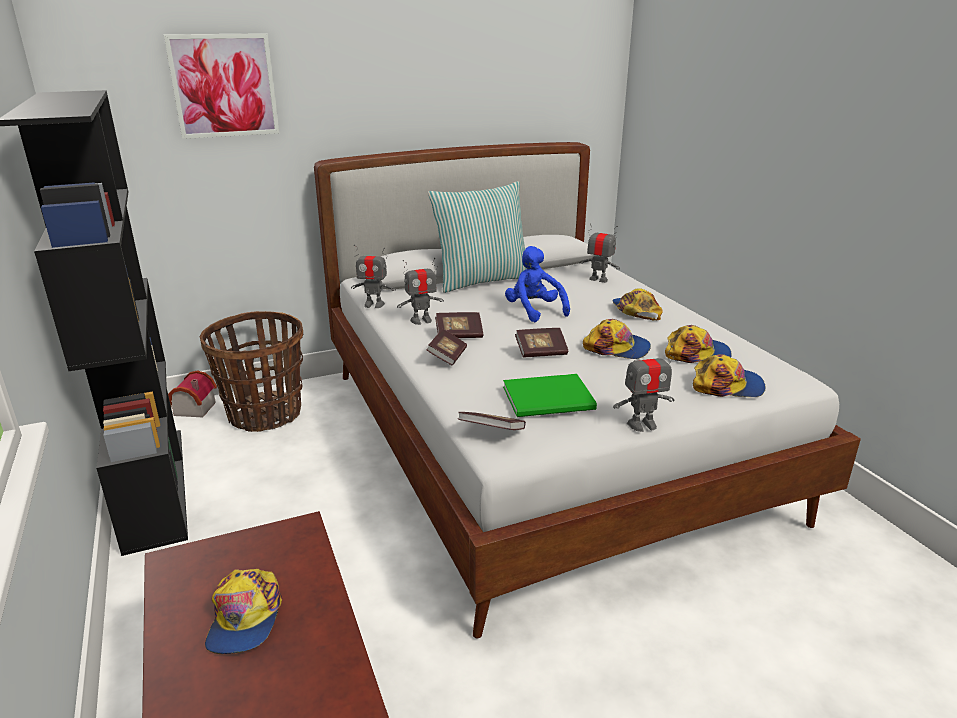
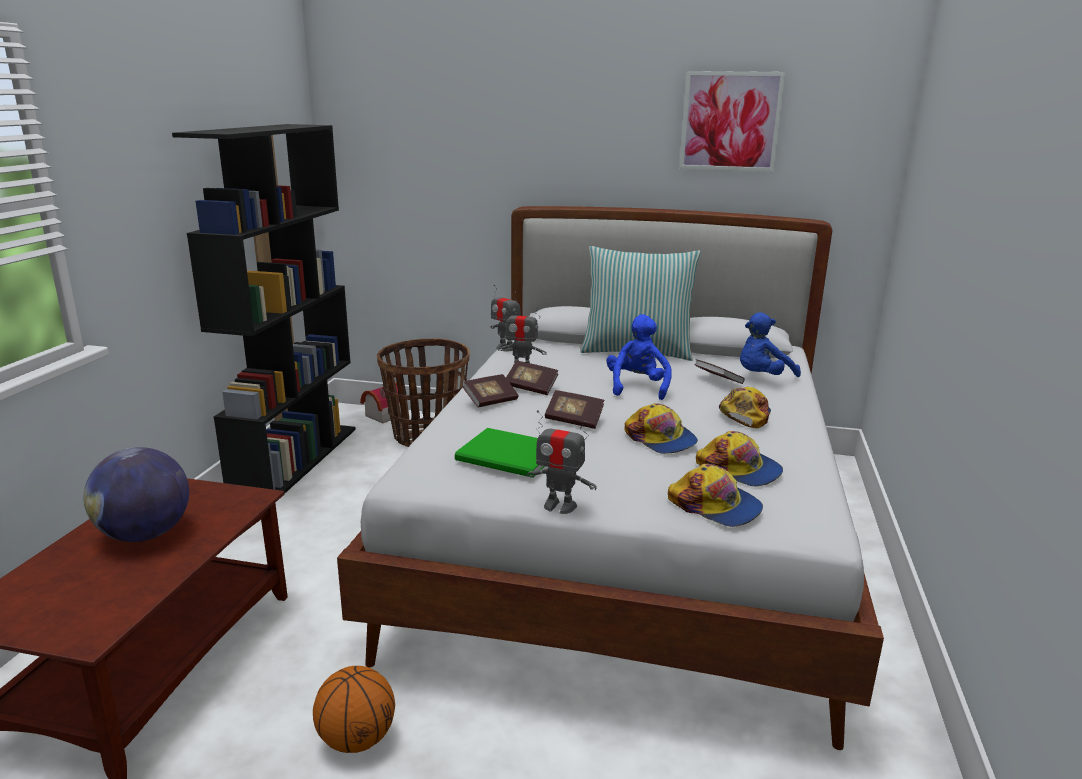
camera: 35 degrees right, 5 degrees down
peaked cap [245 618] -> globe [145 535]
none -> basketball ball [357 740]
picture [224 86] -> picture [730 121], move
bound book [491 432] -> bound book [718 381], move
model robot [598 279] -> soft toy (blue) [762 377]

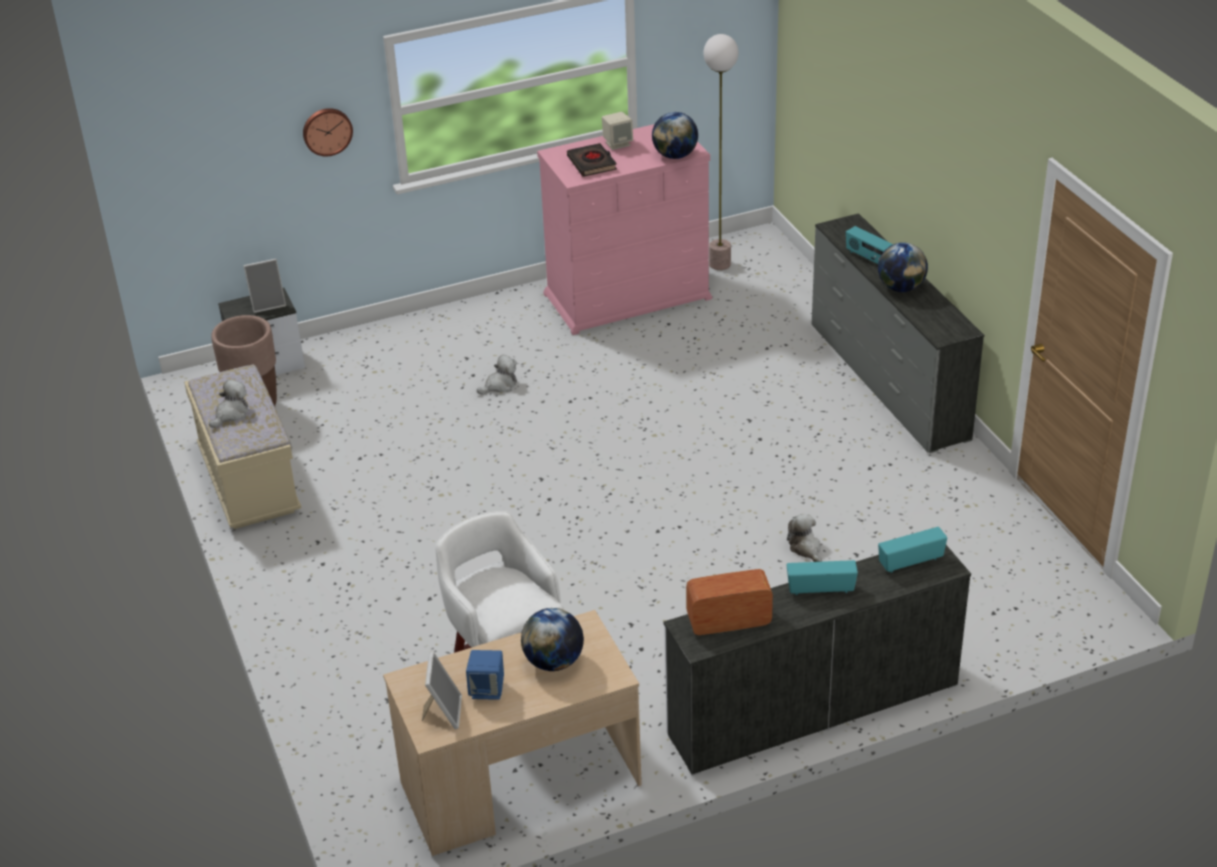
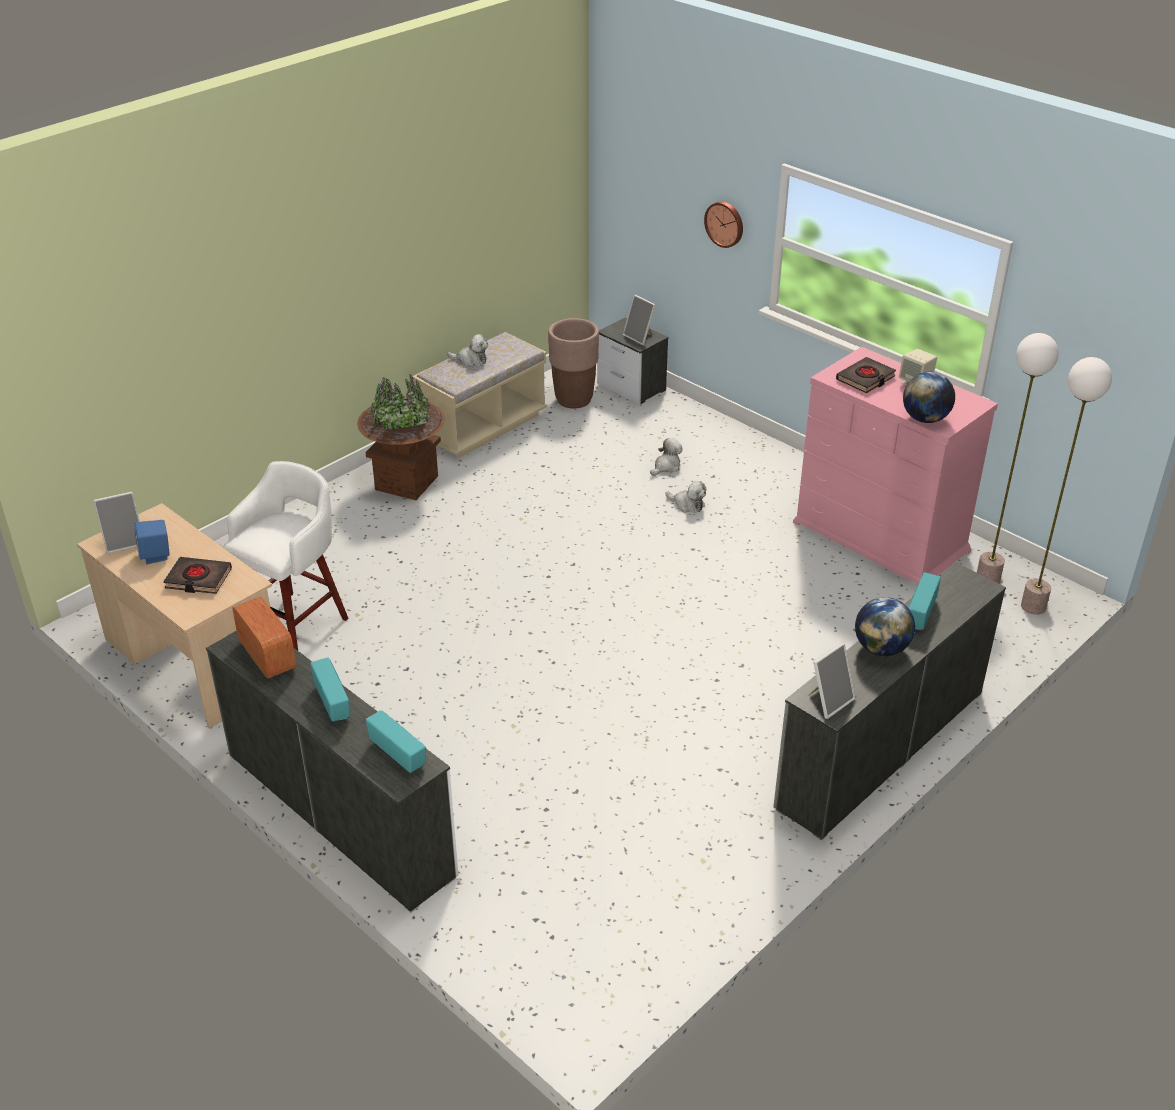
camera: 65 degrees right, 0 degrees up
globe [554 662] -> bound book (blackish) [198 579]
none -> plant pot (brown) [406 482]
soft toy [806 548] -> soft toy [666 466], move
none -> photo frame [829 701]
none -> standard lamp [1033 606]

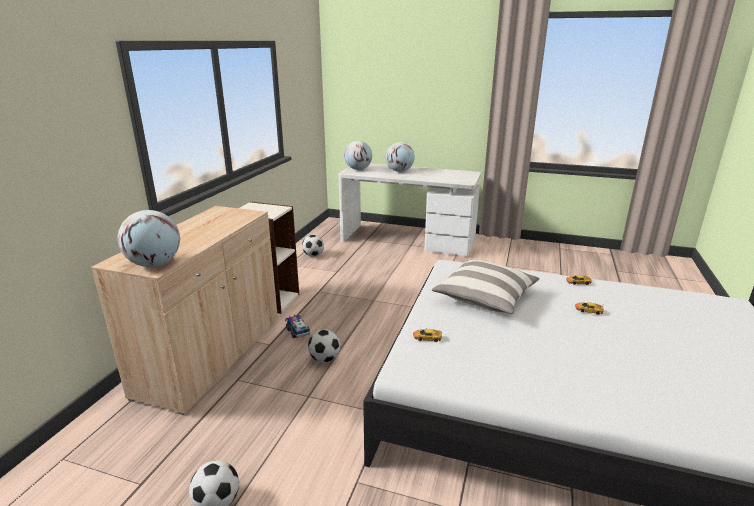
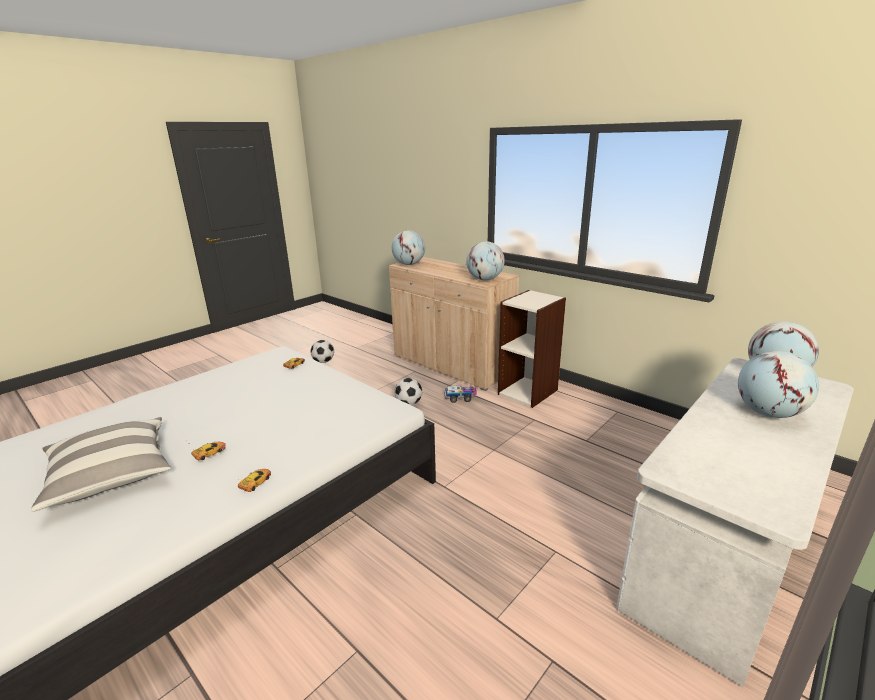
camera: 115 degrees right, 0 degrees up
pillow [485 297] -> pillow [111 474], move
none -> globe [485 279]
ball for football [313 255] -> none

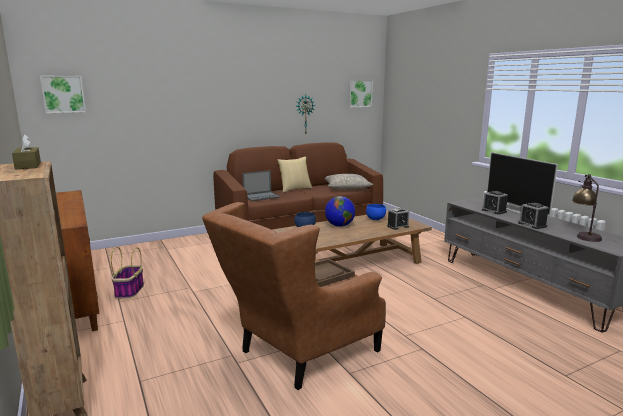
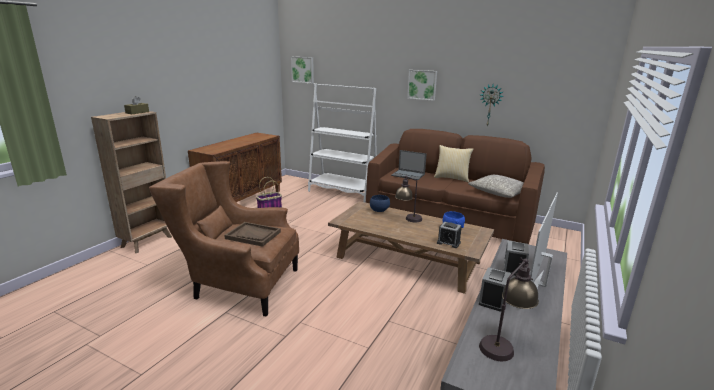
camera: 55 degrees right, 5 degrees up
none -> bookcase (whitish) [342 192]
globe [339 225] -> tabletop lamp [408 220]
picture [359 93] -> picture [422 84], move

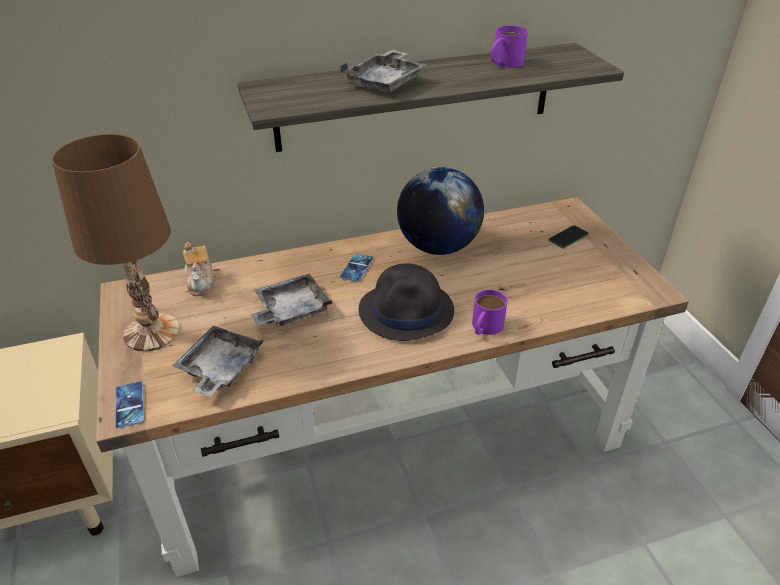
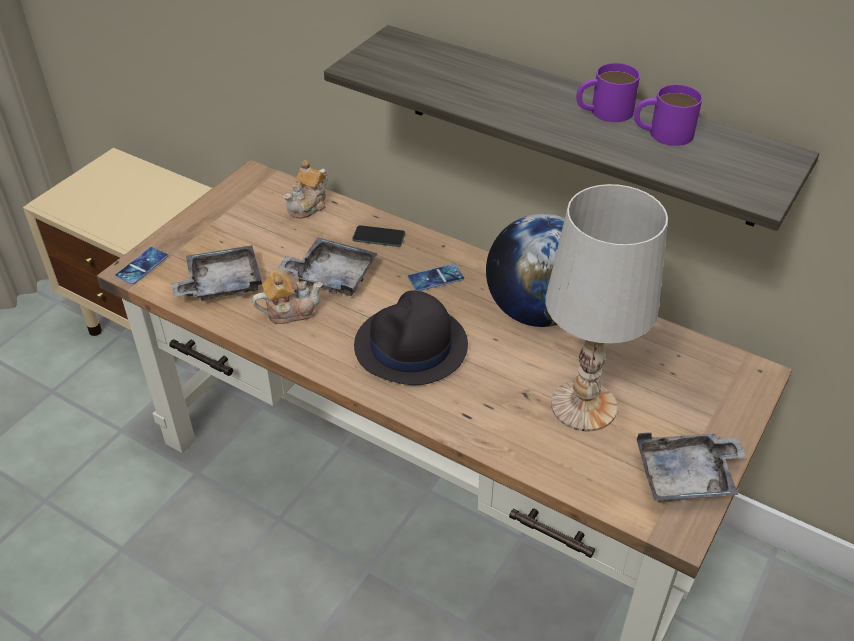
camera: 50 degrees right, 5 degrees up
none -> teapot [290 311]
telephone [568 237] -> telephone [378 237], move
none -> tabletop lamp (whitish) [582 405]
coffee mug (purplish) [485 328] -> coffee mug (purplish) [603 111], move
serving tray (greyish) [386 82] -> serving tray (greyish) [687 477], move
tabletop lamp (brown) [151 332] -> none

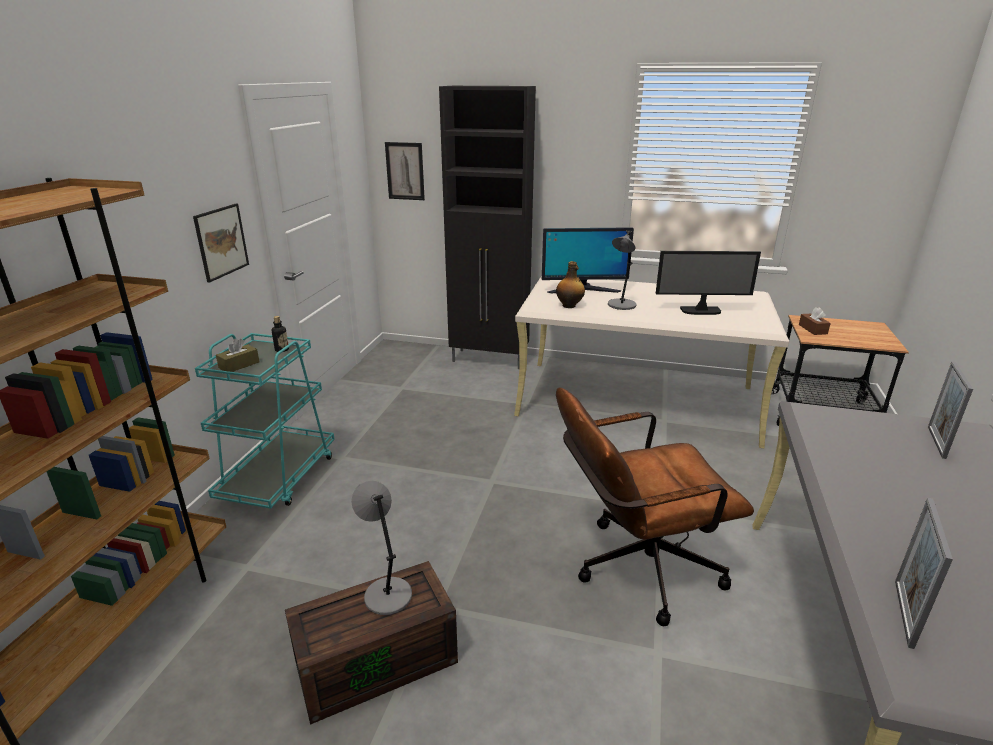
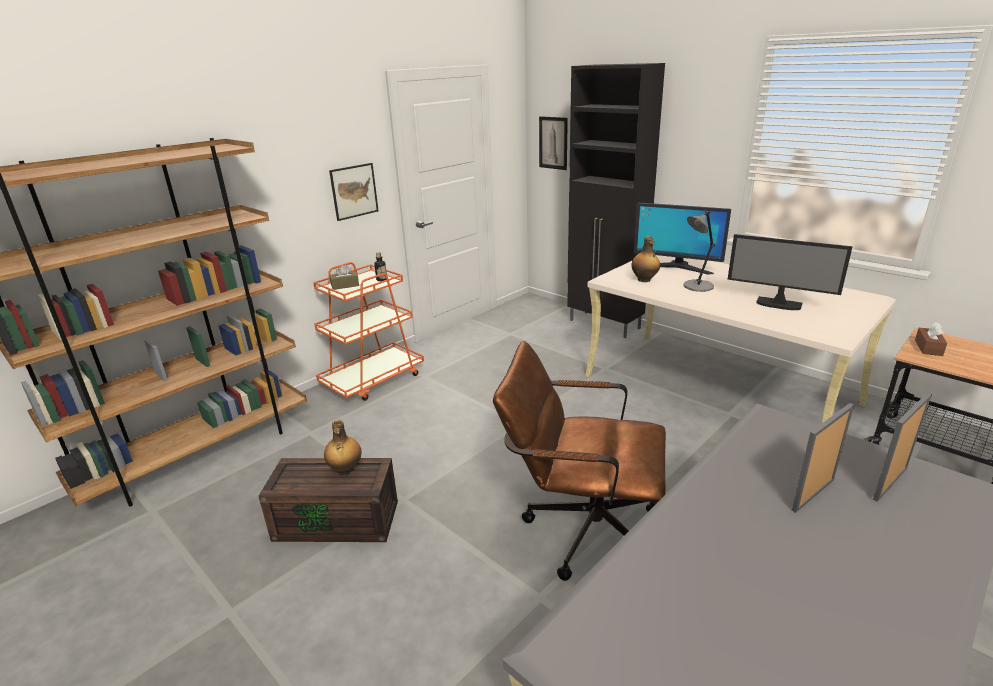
camera: 30 degrees right, 0 degrees up
trolley (turquoise) [279 477] -> trolley (orange-coloured) [373 379]
tabletop lamp (greyish) [386 594] -> drink bottle [345 470]
photo frame [903 613] -> photo frame [813 494], move

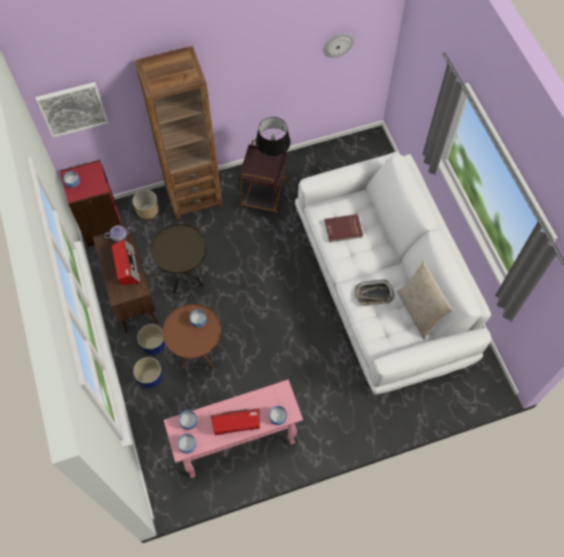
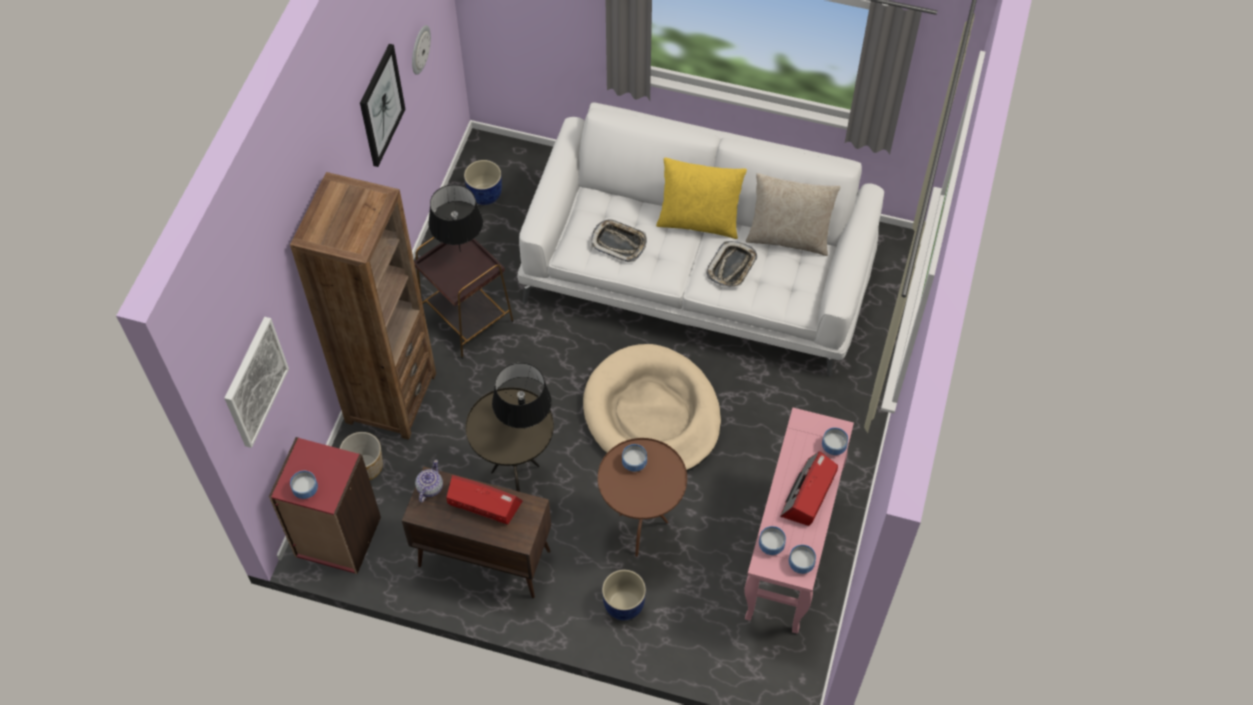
camera: 55 degrees left, 5 degrees down
none -> picture [381 105]
plant pot (blue) [153 345] -> plant pot (blue) [485 194], move
none -> tabletop lamp (blackish) [525 428]
none -> pet bed (sand-coloured) [652 414]
bound book (reddish) [343 229] -> serving tray [619 243]
none -> pillow (yellowish) [699 221]

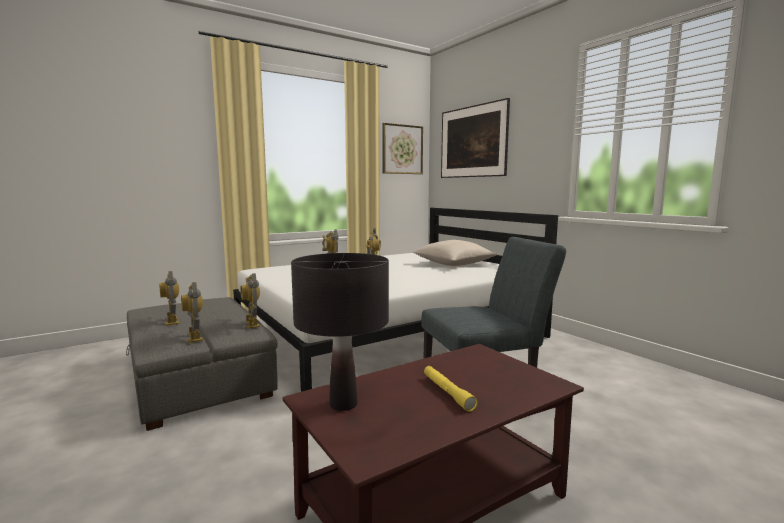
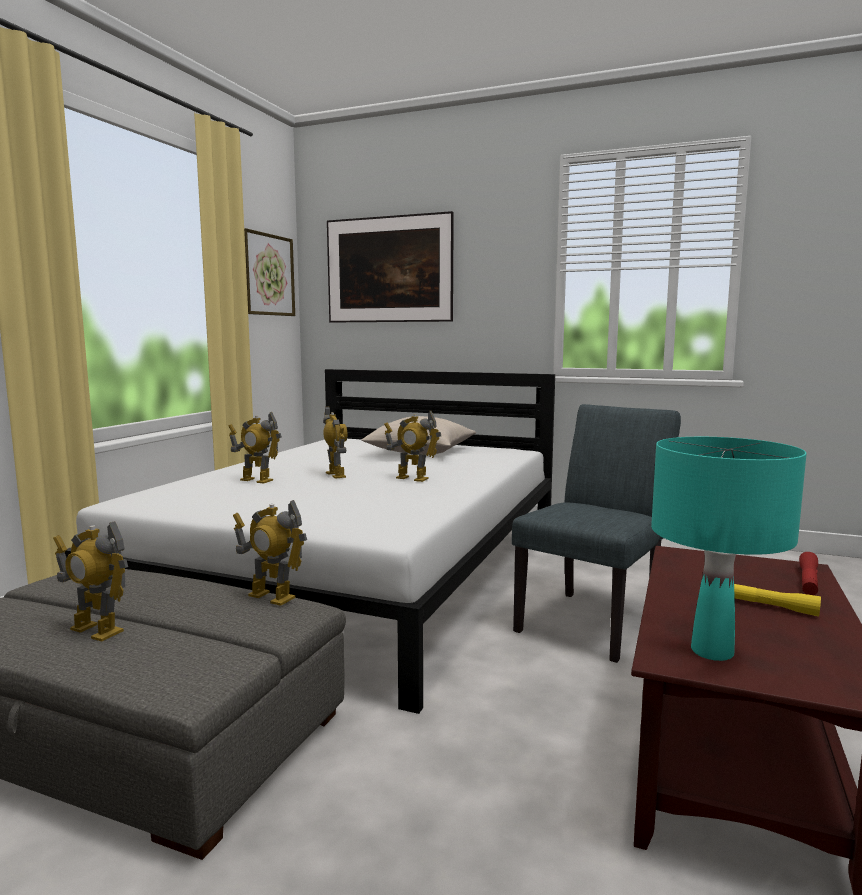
camera: 35 degrees left, 0 degrees up
model robot [195 337] -> model robot [412 478], move
tabletop lamp (blackish) [343 404] -> tabletop lamp (turquoise) [711 651]
none -> torch (reddish) [808 581]

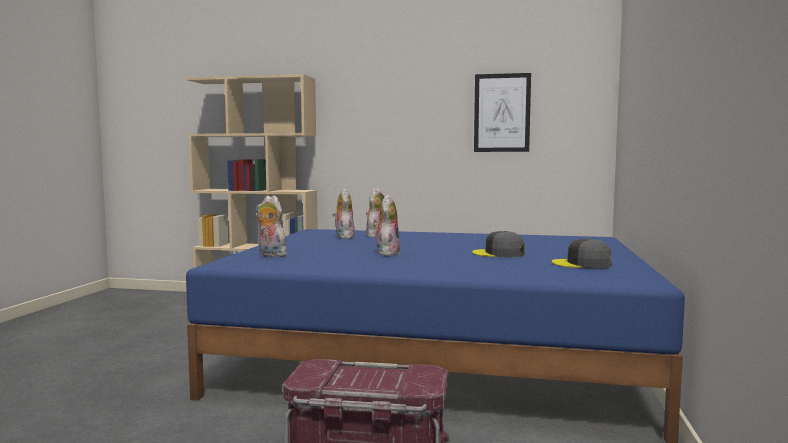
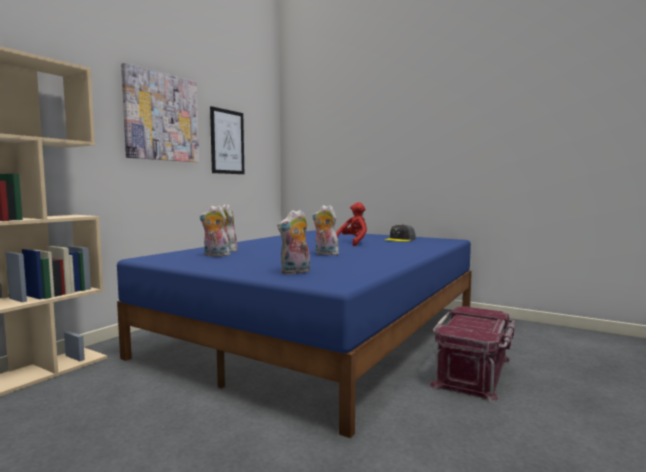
camera: 70 degrees left, 0 degrees up
none -> picture [161 117]
peaked cap (greyish) [498 254] -> soft toy (reddish) [353 243]

